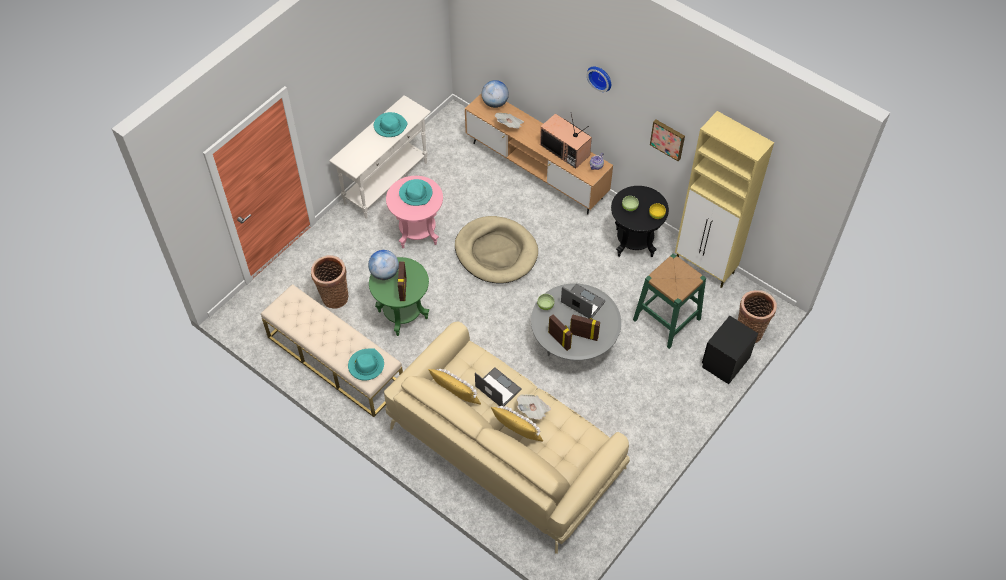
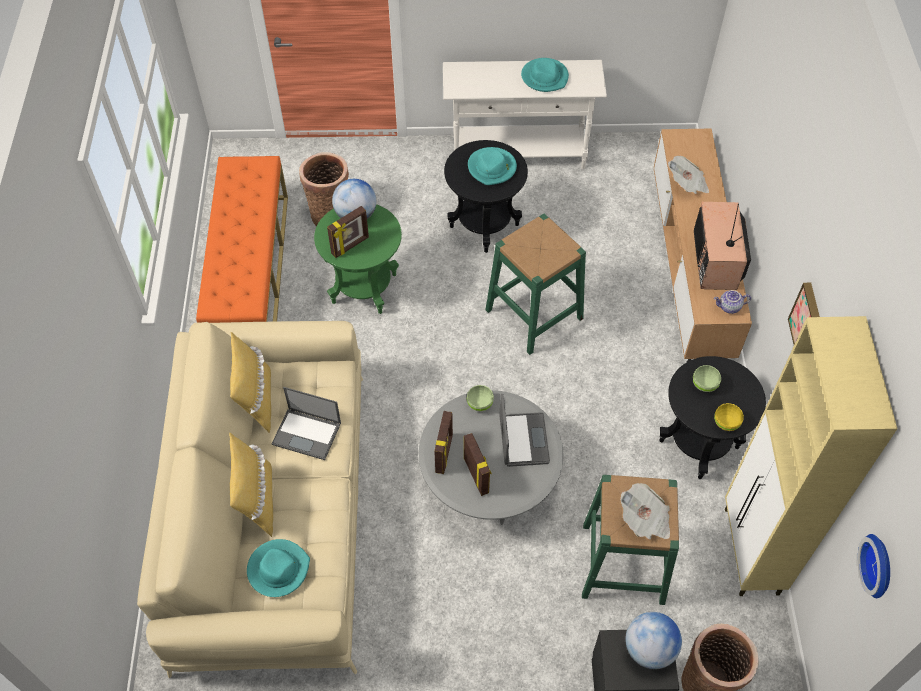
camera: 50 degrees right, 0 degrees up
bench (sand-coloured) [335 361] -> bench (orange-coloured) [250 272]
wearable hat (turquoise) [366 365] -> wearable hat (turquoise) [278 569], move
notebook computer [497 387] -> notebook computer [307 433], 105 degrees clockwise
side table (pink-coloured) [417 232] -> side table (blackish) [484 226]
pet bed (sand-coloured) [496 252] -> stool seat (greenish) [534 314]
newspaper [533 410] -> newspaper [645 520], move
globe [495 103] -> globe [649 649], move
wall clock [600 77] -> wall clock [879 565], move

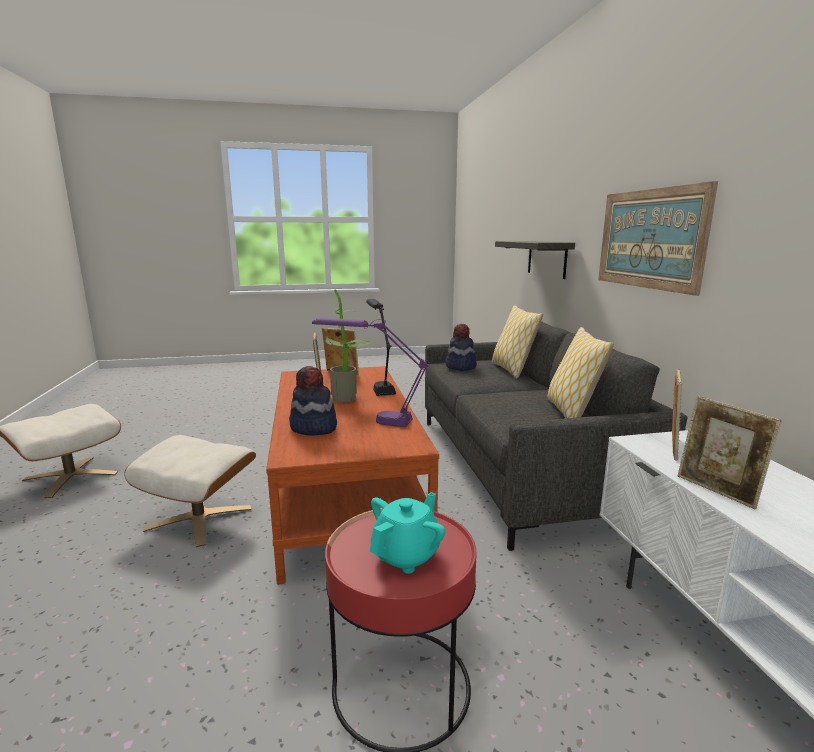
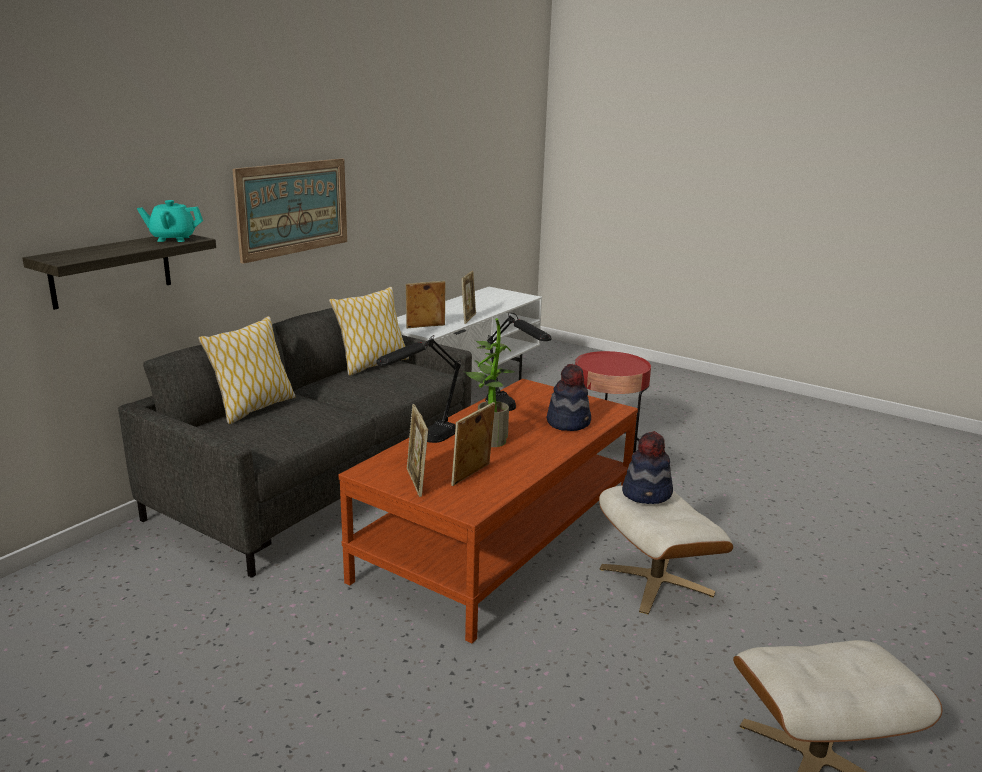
camera: 135 degrees left, 5 degrees up
teapot (turquoise) [406 555] -> teapot (turquoise) [173 239], move
tabletop lamp (purplish) [371 418] -> tabletop lamp (blackish) [512 412]
wearable hat [460 367] -> wearable hat [647 494], move

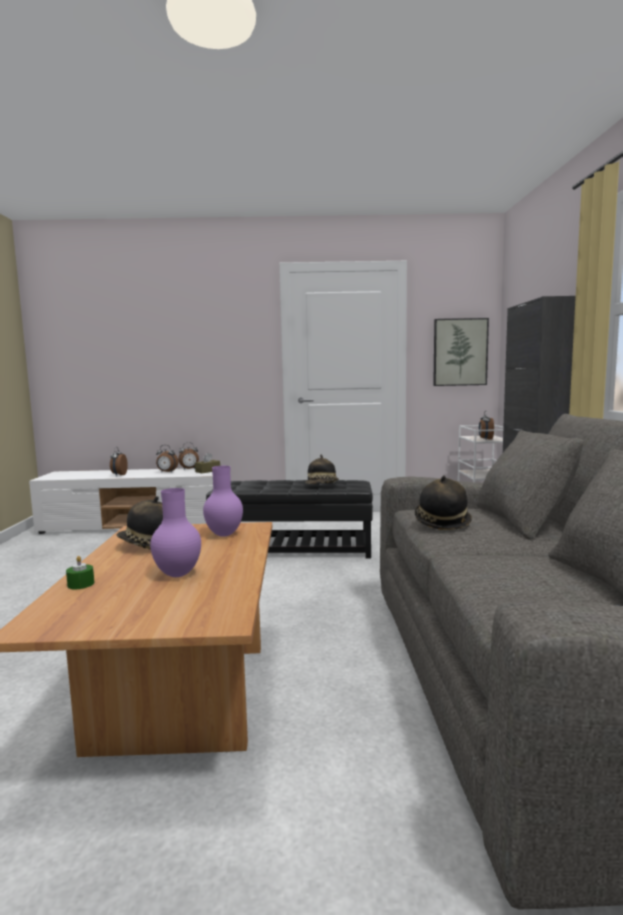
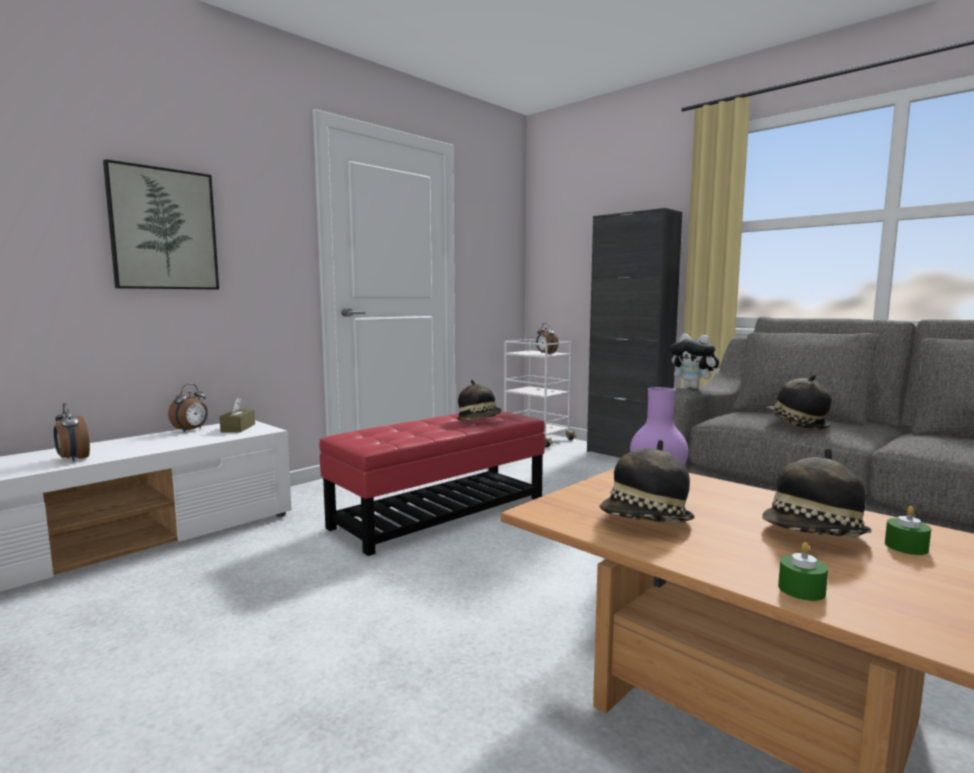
camera: 45 degrees left, 0 degrees up
picture [460 352] -> picture [163 229], move
pouffe (blackish) [293 548] -> pouffe (reddish) [440 512]
none -> soft toy [693 388]
flower vase (purplish) [178 575] -> wearable hat [814 535]
none -> candle (greenish) [906 547]
table clock [167 472] -> none

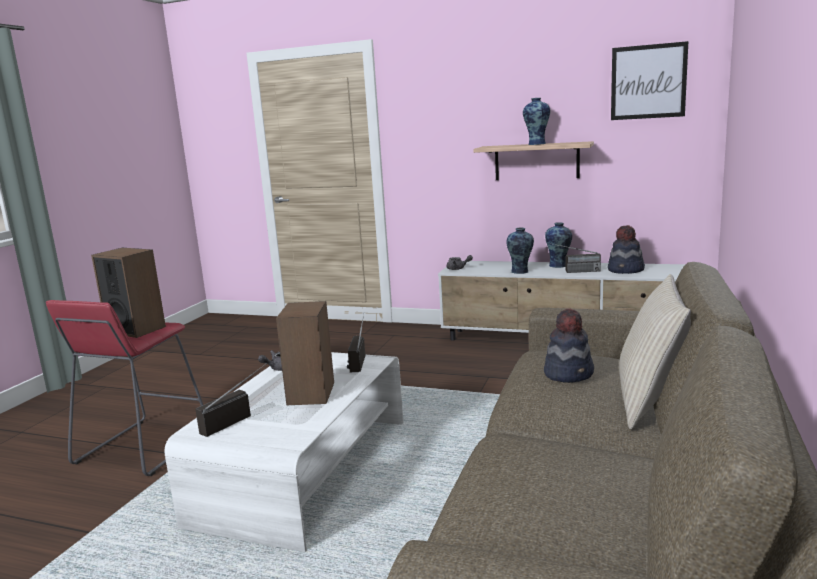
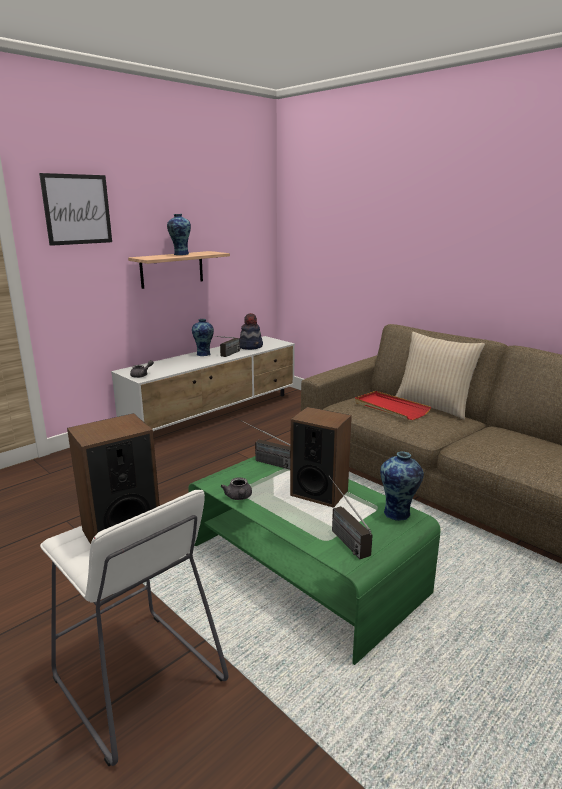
camera: 65 degrees left, 5 degrees up
picture [648 82] -> picture [77 209], move
stool seat (reddish) [143 447] -> stool seat (whitish) [138 680]
low table (whitish) [305 469] -> low table (greenish) [304 568]
wearable hat [569 373] -> serving tray (reddish) [390 408]
flower vase [520 272] -> flower vase [398 513], move

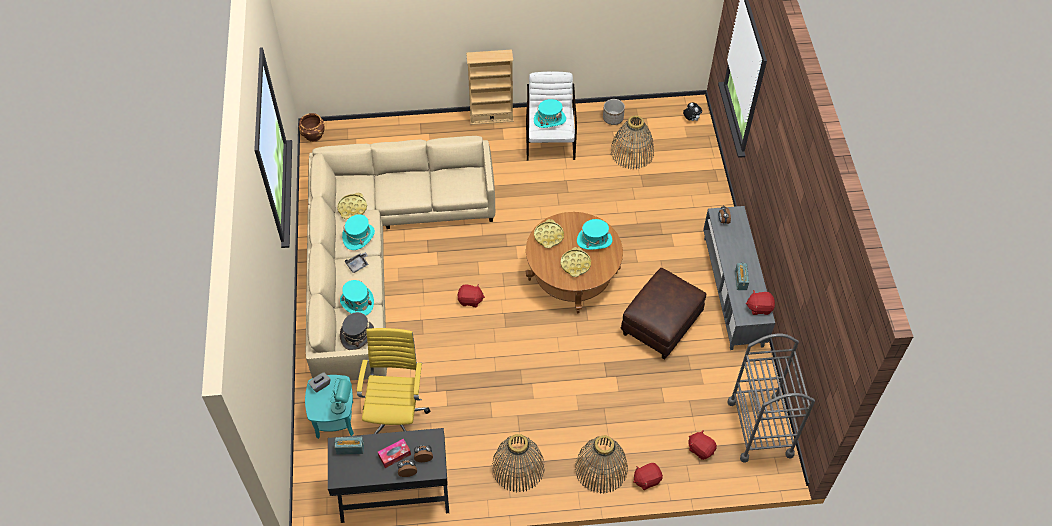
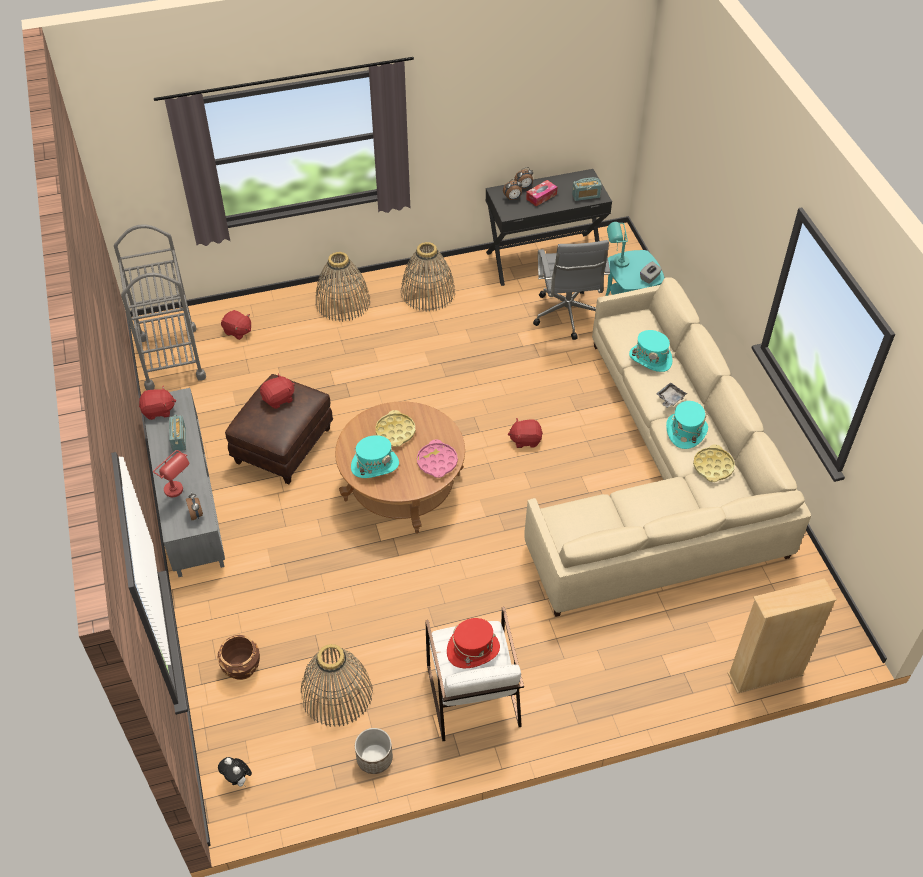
camera: 170 degrees right, 5 degrees down
none -> tabletop lamp (reddish) [179 492]
plant pot (brown) [313 135] -> plant pot (brown) [242 667], move
soft toy (reddish) [646 479] -> soft toy (reddish) [279 399], move
serving tray (yellowish) [549 236] -> serving tray (pink-coloured) [437 462]
wearable hat (turquoise) [549 119] -> wearable hat (reddish) [473 650]
computer chair (yellowish) [396 416] -> computer chair (greyish) [567 317]
bookcase (sand-coloured) [491 118] -> bookcase (sand-coloured) [765 675], move
wearable hat (greyish) [357 335] -> none

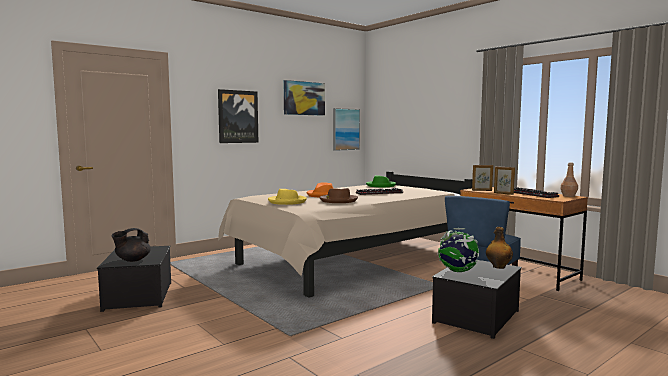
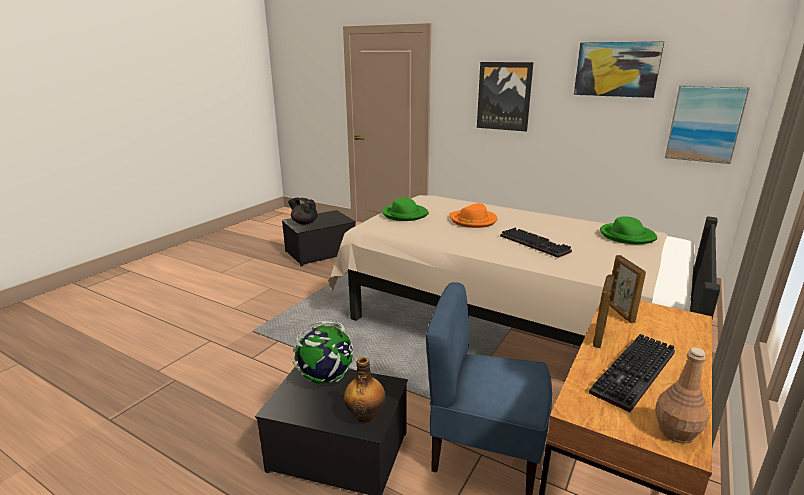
camera: 70 degrees right, 15 degrees up
wearable hat (yellowish) [287 201] -> wearable hat (greenish) [404 214]
wearable hat (brown) [338 200] -> none

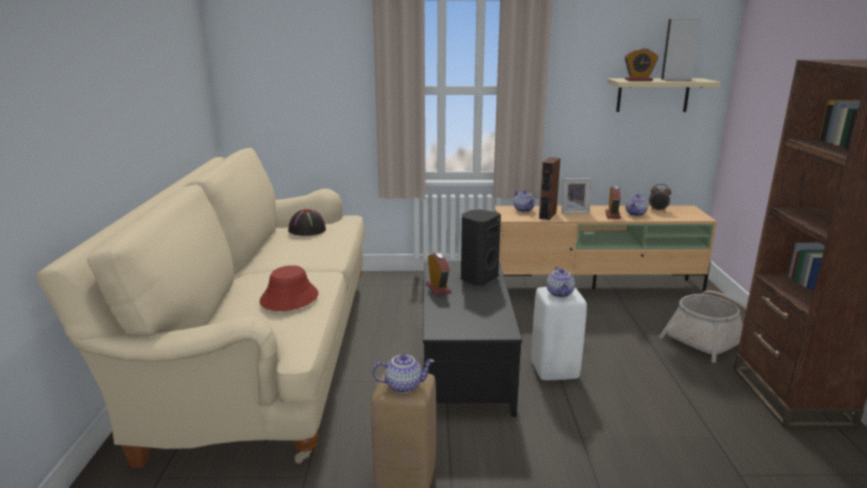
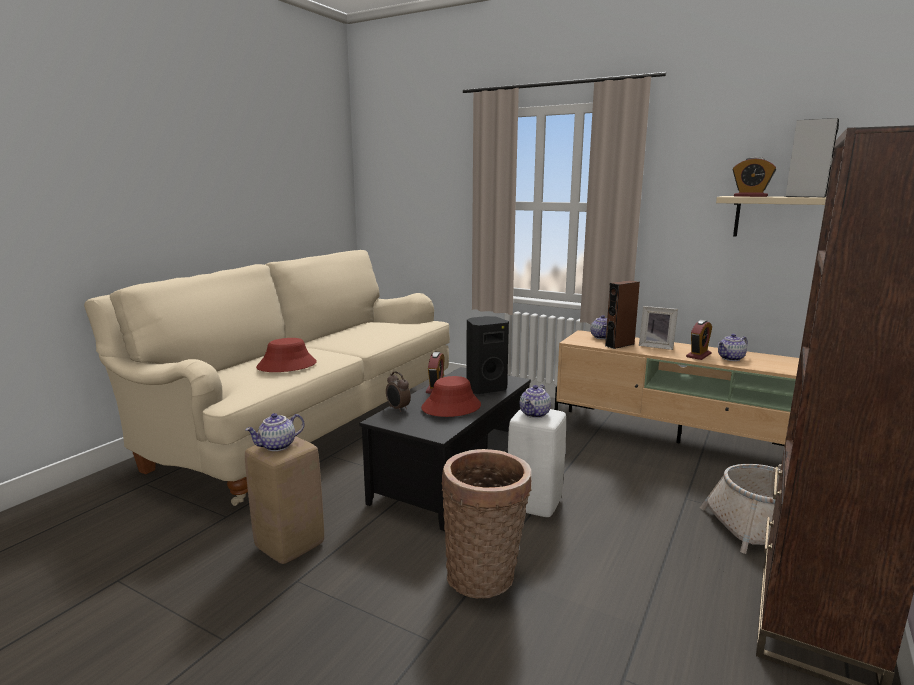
camera: 30 degrees right, 5 degrees down
teapot [404 385] -> teapot [277 446], 120 degrees clockwise
table clock [658 210] -> table clock [398 409], move
none -> wearable hat (reddish) [451 407]
none -> storage basket [485 575]
wearable hat (blackish) [307 230] -> none

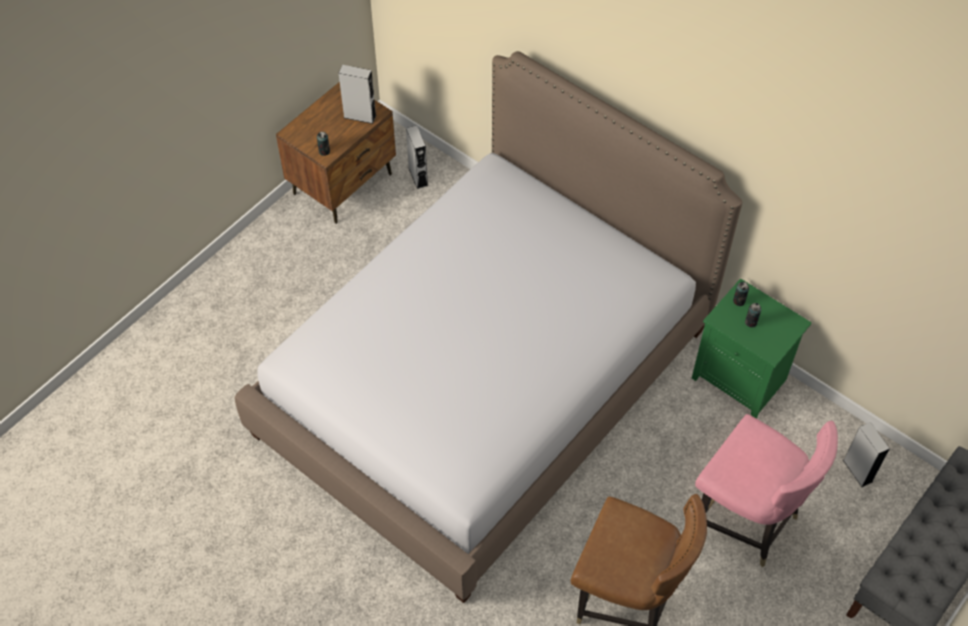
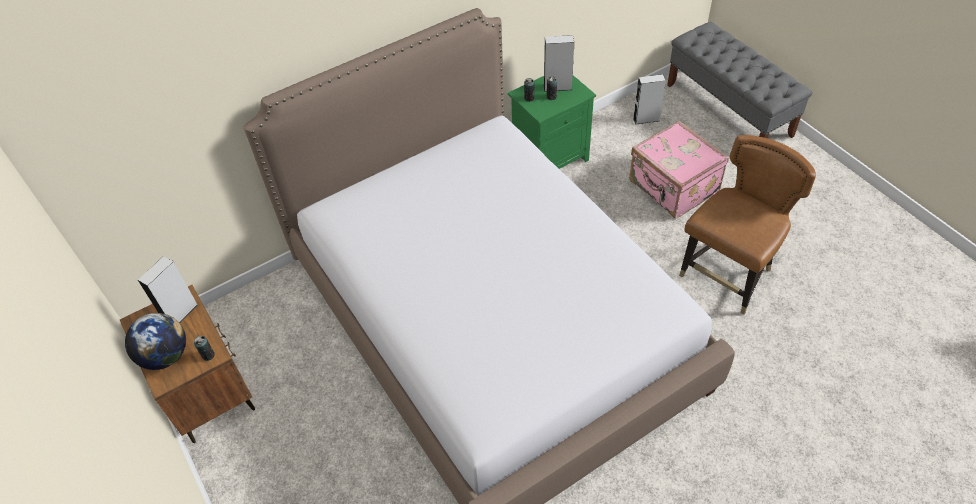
camera: 70 degrees left, 5 degrees down
none -> globe [165 356]
speaker (greyish) [418 176] -> speaker (greyish) [557 87], move
upright chair (pink-coloured) [746 520] -> suitcase (pink-coloured) [672 188]

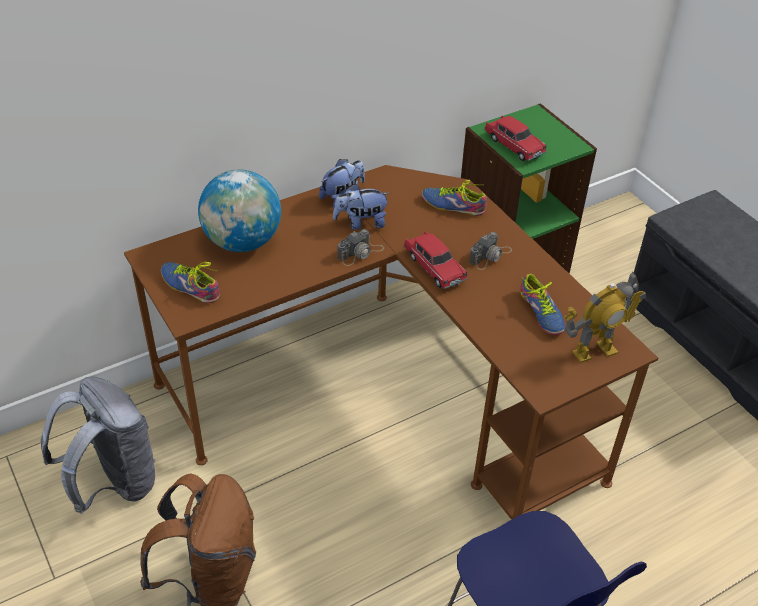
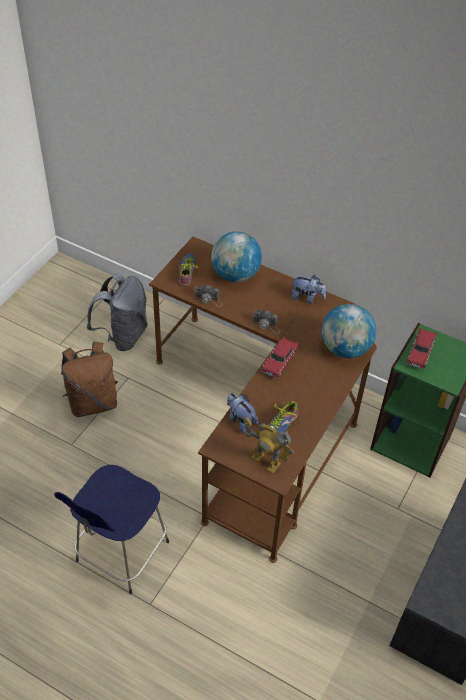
camera: 60 degrees right, 5 degrees up
still camera [490 256] -> still camera [208 299], move
soft toy [361 223] -> soft toy [240 420], move
low shoe [453 204] -> globe [345 348]

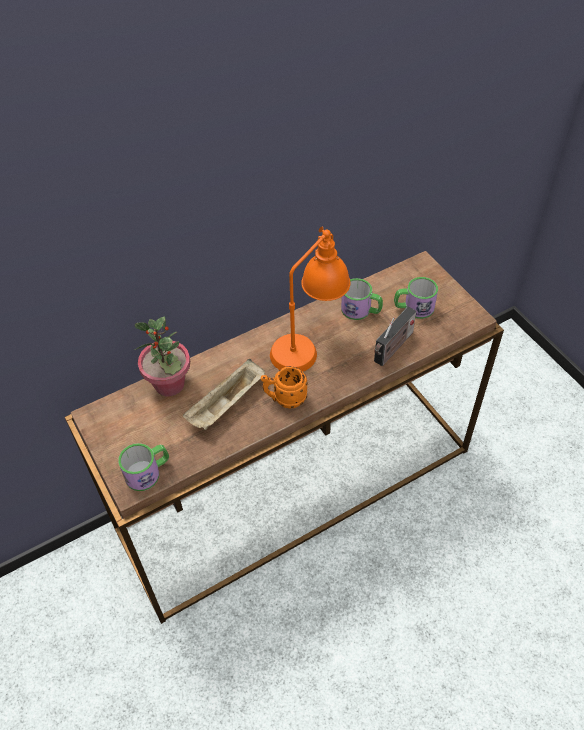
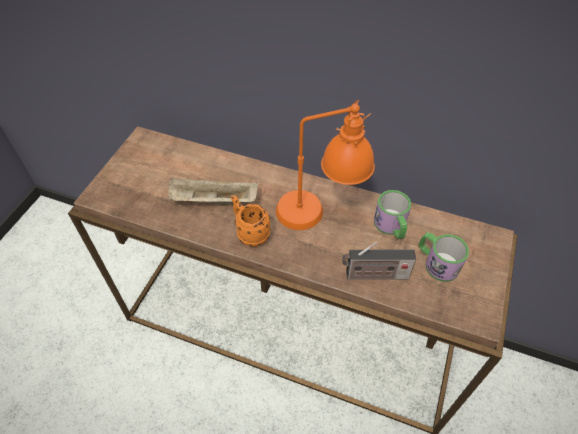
camera: 50 degrees right, 0 degrees up
coffee mug [148 472] -> none
houseplant [169 384] -> none

